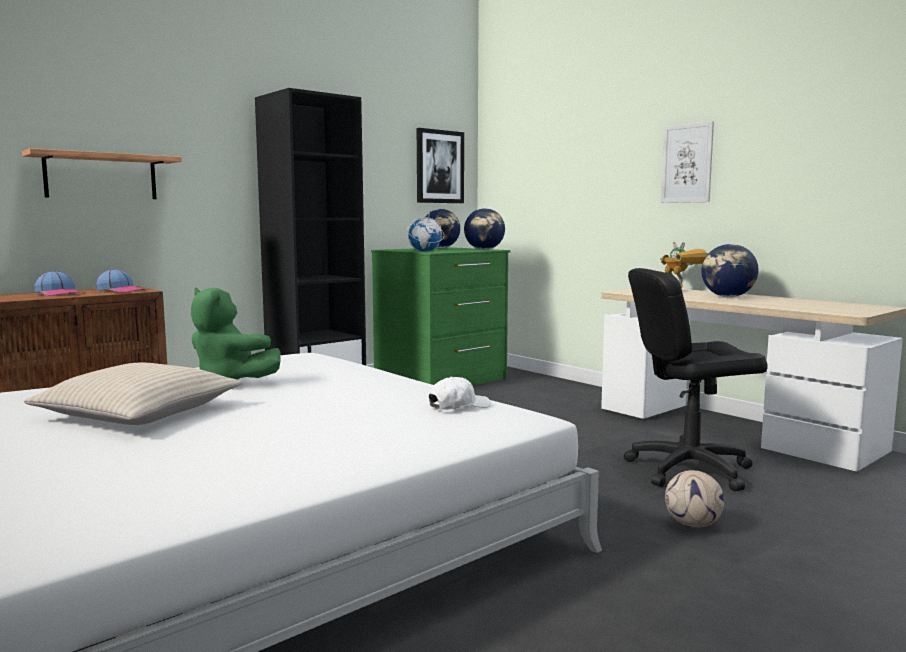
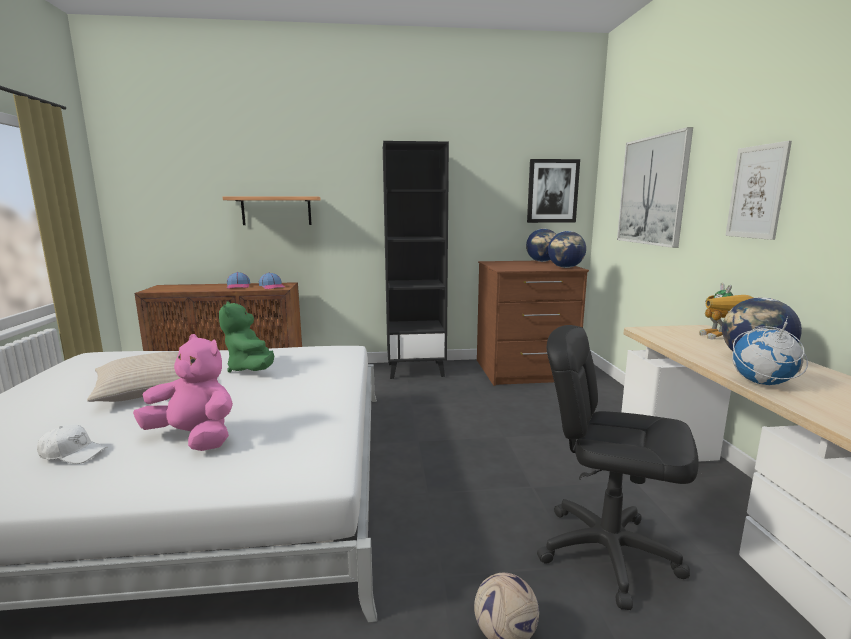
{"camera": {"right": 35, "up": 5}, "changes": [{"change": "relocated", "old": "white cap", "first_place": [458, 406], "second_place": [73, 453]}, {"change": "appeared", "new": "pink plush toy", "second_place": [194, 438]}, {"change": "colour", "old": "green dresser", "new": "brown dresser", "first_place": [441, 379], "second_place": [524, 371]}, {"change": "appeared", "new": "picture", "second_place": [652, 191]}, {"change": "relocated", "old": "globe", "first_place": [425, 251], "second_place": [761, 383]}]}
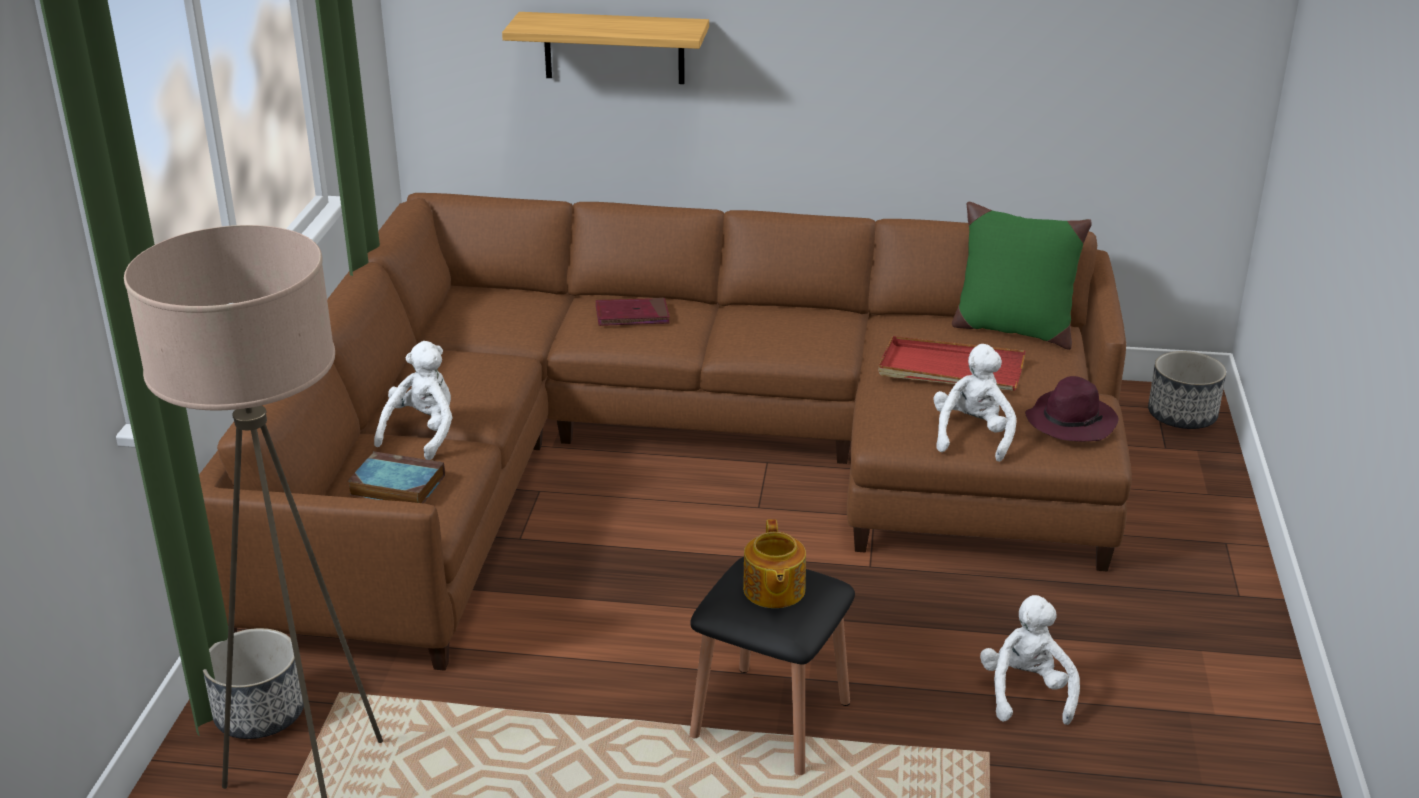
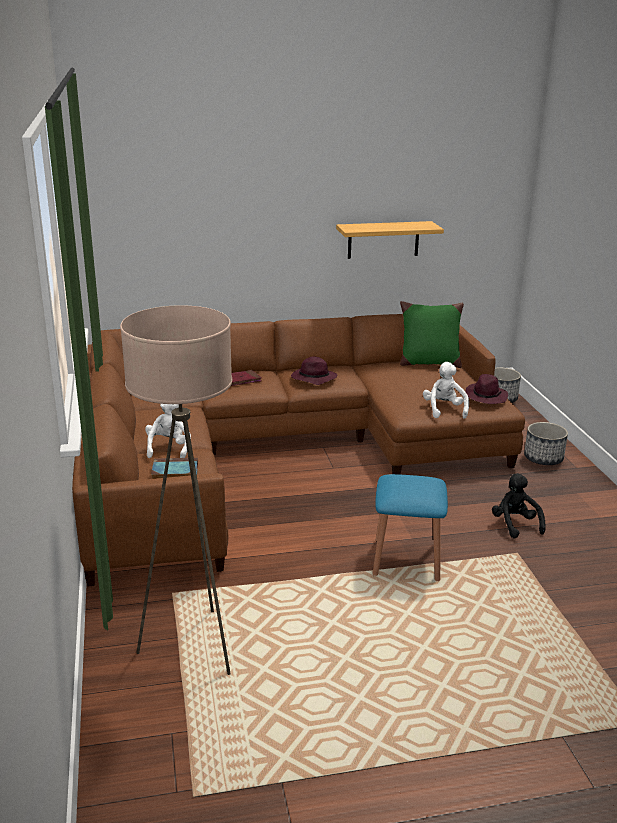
{"camera": {"right": -20, "up": -5}, "changes": [{"change": "appeared", "new": "purple hat", "second_place": [313, 378]}, {"change": "relocated", "old": "shelf", "first_place": [614, 48], "second_place": [383, 239]}, {"change": "colour", "old": "black stool", "new": "blue stool", "first_place": [770, 719], "second_place": [406, 560]}, {"change": "colour", "old": "white plush toy", "new": "black plush toy", "first_place": [1026, 692], "second_place": [515, 524]}, {"change": "relocated", "old": "planter", "first_place": [260, 714], "second_place": [543, 458]}, {"change": "missing", "old": "teapot", "first_place": [773, 590]}, {"change": "missing", "old": "red tray", "first_place": [950, 370]}]}
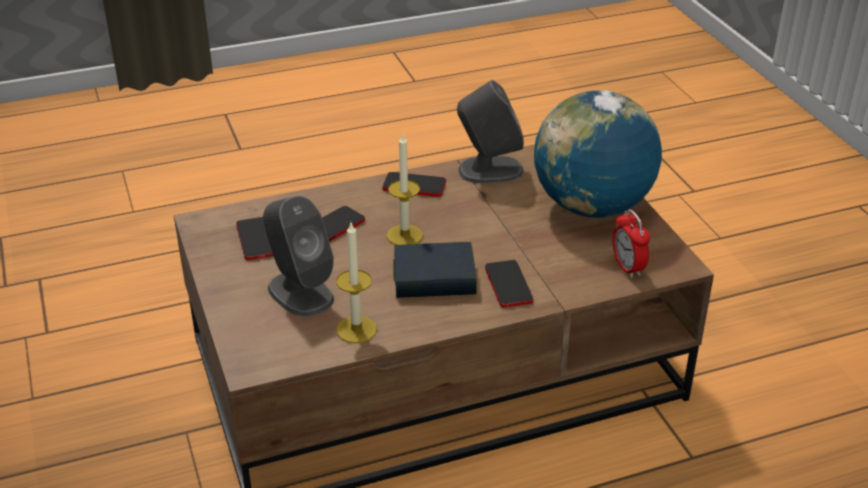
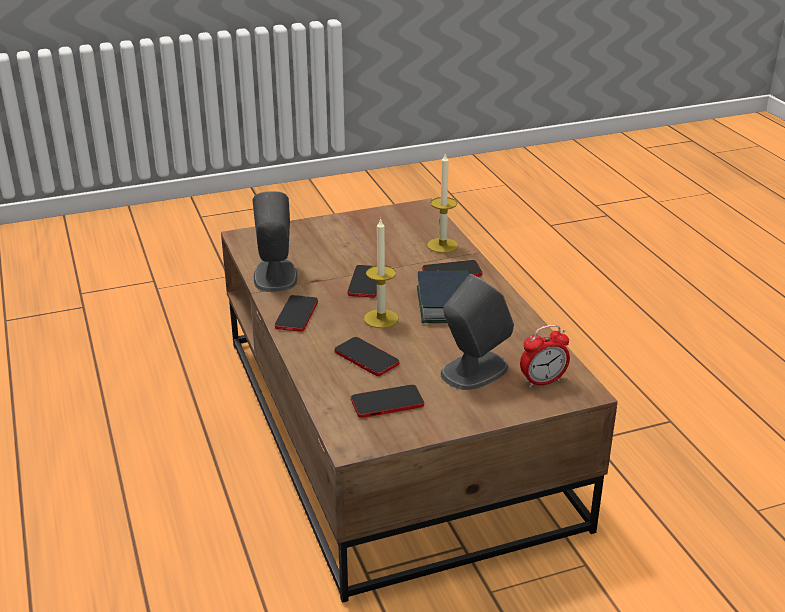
{"camera": {"right": -90, "up": -5}, "changes": [{"change": "appeared", "new": "phone", "second_place": [365, 282]}, {"change": "relocated", "old": "candle", "first_place": [356, 329], "second_place": [442, 245]}, {"change": "relocated", "old": "alarm clock", "first_place": [627, 268], "second_place": [542, 381]}, {"change": "missing", "old": "globe", "first_place": [592, 207]}]}
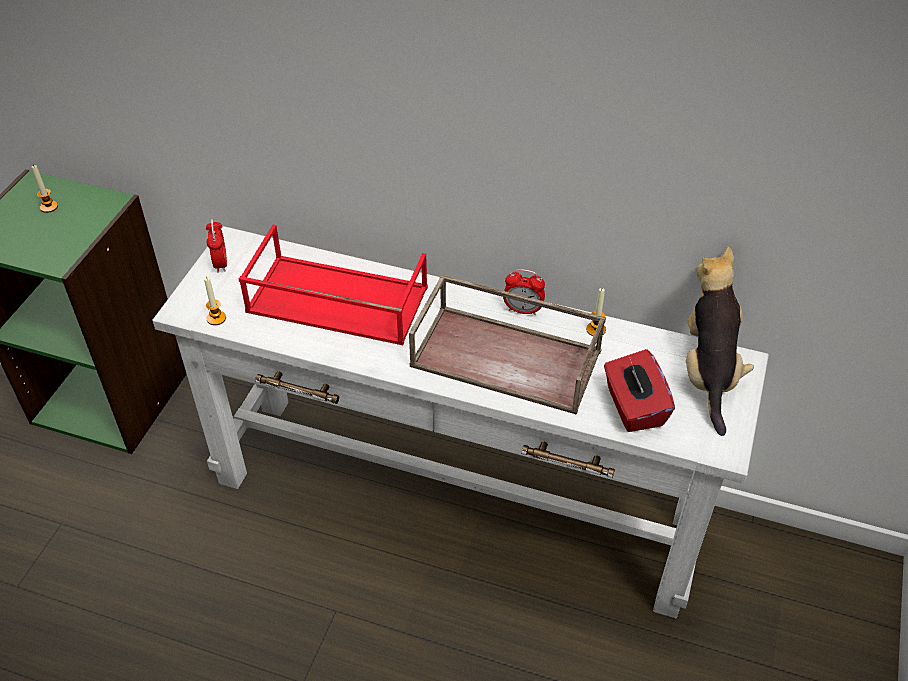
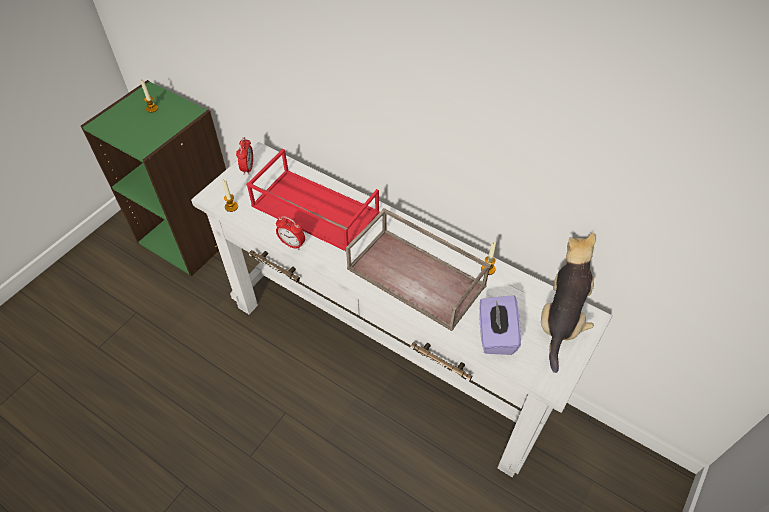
{"camera": {"right": 15, "up": 5}, "changes": [{"change": "relocated", "old": "alarm clock", "first_place": [523, 310], "second_place": [292, 244]}, {"change": "colour", "old": "red tissue box", "new": "purple tissue box", "first_place": [633, 407], "second_place": [495, 335]}]}
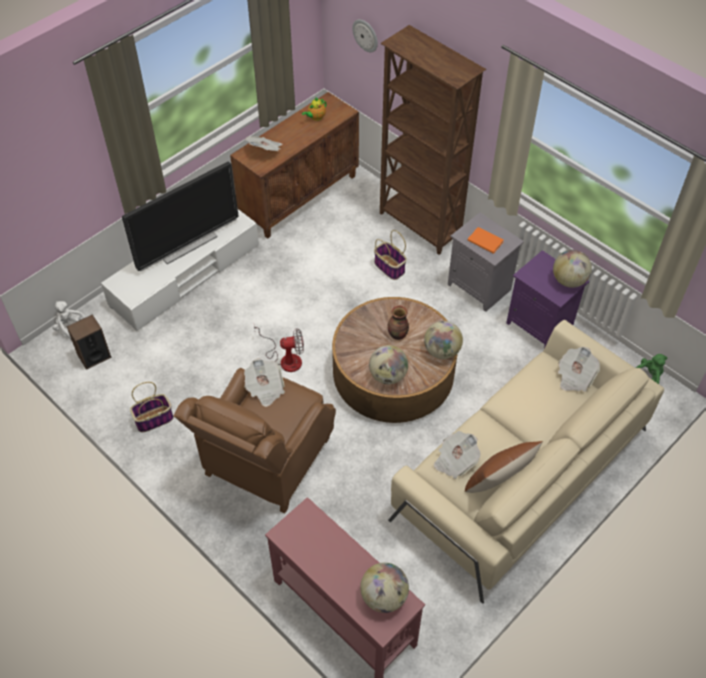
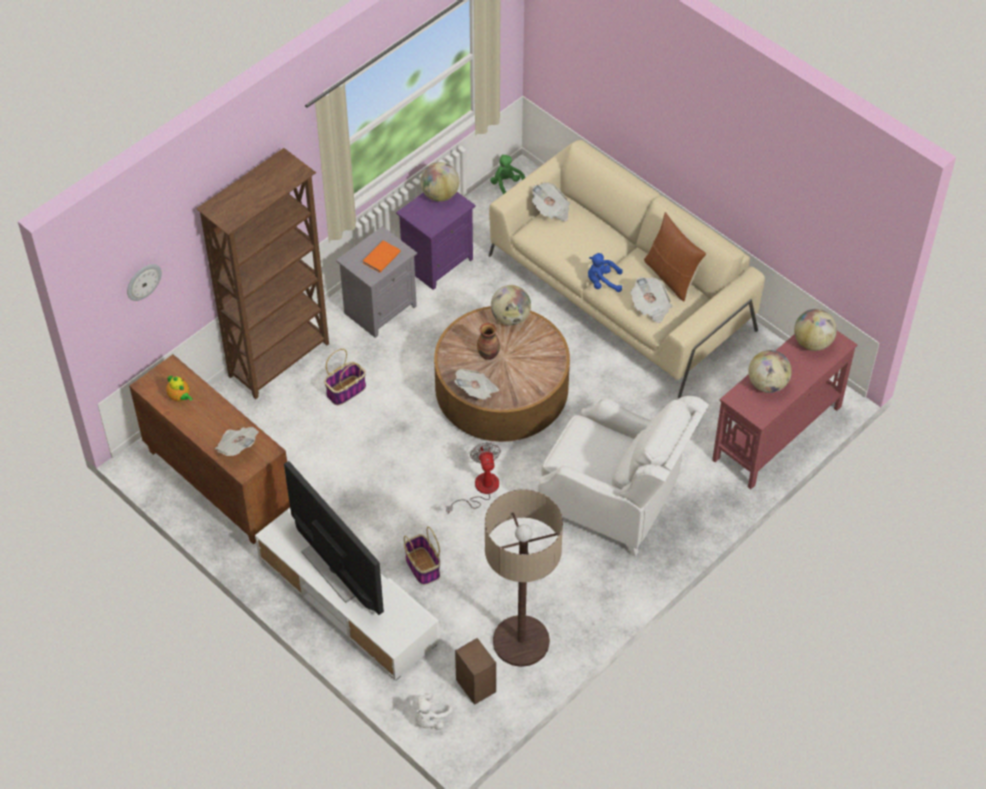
{"camera": {"right": -90, "up": 0}, "changes": [{"change": "relocated", "old": "basket", "first_place": [154, 419], "second_place": [422, 566]}, {"change": "relocated", "old": "newspaper", "first_place": [265, 389], "second_place": [476, 391]}, {"change": "appeared", "new": "floor lamp", "second_place": [521, 641]}, {"change": "colour", "old": "brown armchair", "new": "white armchair", "first_place": [266, 460], "second_place": [615, 501]}, {"change": "appeared", "new": "blue plush toy", "second_place": [602, 282]}, {"change": "relocated", "old": "globe", "first_place": [388, 376], "second_place": [767, 384]}]}
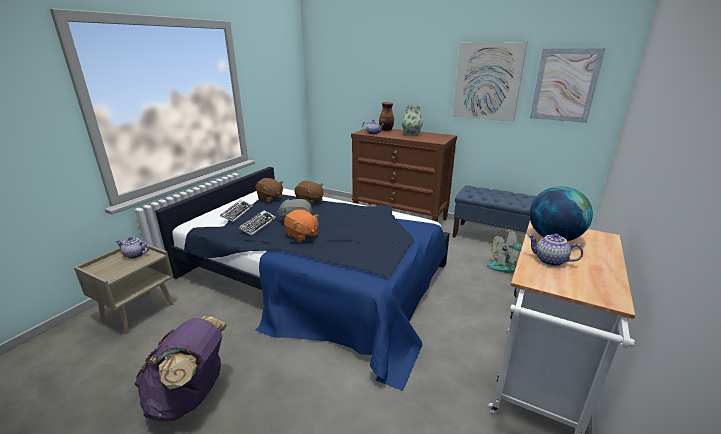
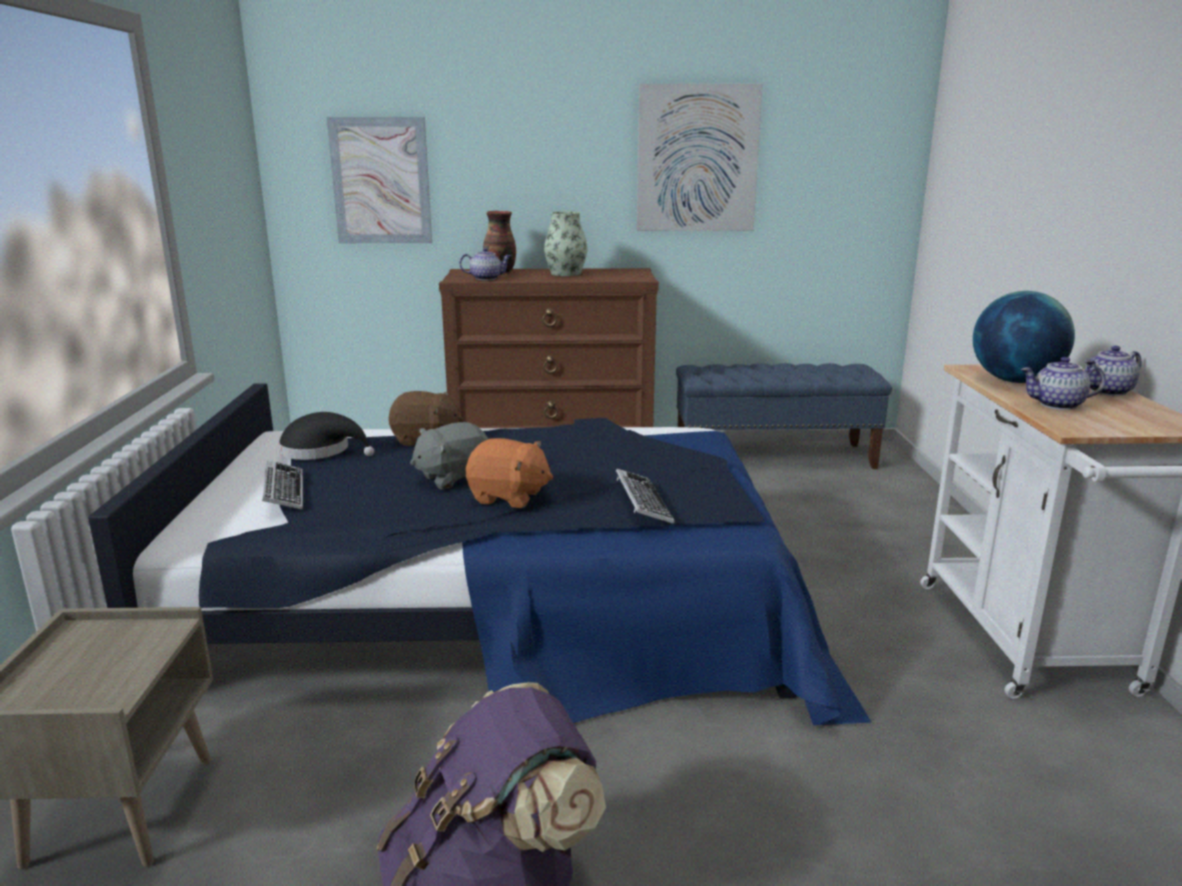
{"camera": {"right": -30, "up": -5}, "changes": [{"change": "exchanged", "old": "brown plush toy", "new": "black hat", "first_place": [270, 198], "second_place": [320, 451]}, {"change": "relocated", "old": "picture", "first_place": [565, 85], "second_place": [381, 181]}, {"change": "relocated", "old": "keyboard", "first_place": [258, 225], "second_place": [642, 503]}, {"change": "relocated", "old": "teapot", "first_place": [134, 255], "second_place": [1108, 392]}, {"change": "missing", "old": "fan", "first_place": [506, 266]}]}
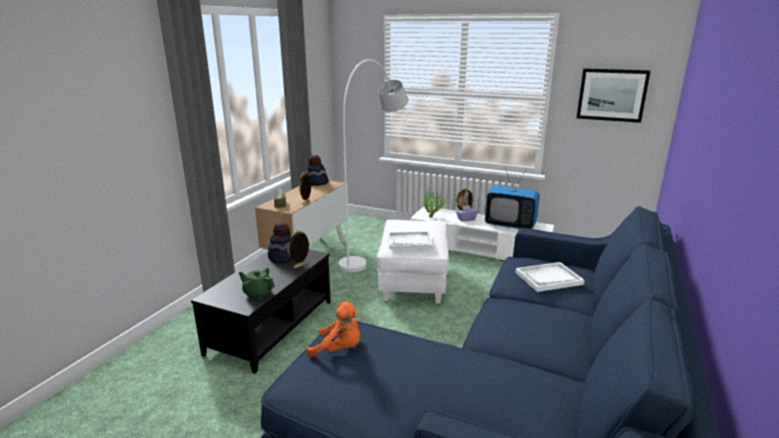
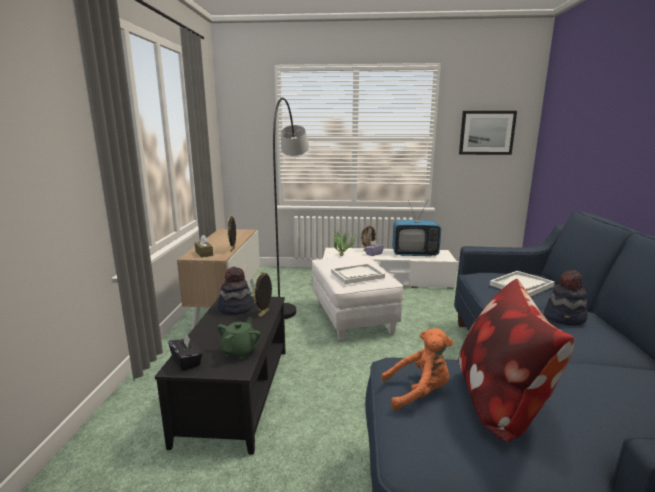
{"camera": {"right": -20, "up": -5}, "changes": [{"change": "appeared", "new": "black tissue box", "second_place": [187, 362]}, {"change": "spun", "old": "green teapot", "first_place": [258, 293], "second_place": [240, 351], "degrees": 105}, {"change": "colour", "old": "white floor lamp", "new": "black floor lamp", "first_place": [376, 246], "second_place": [291, 291]}, {"change": "appeared", "new": "pillow", "second_place": [501, 401]}, {"change": "relocated", "old": "hat", "first_place": [316, 183], "second_place": [565, 318]}]}
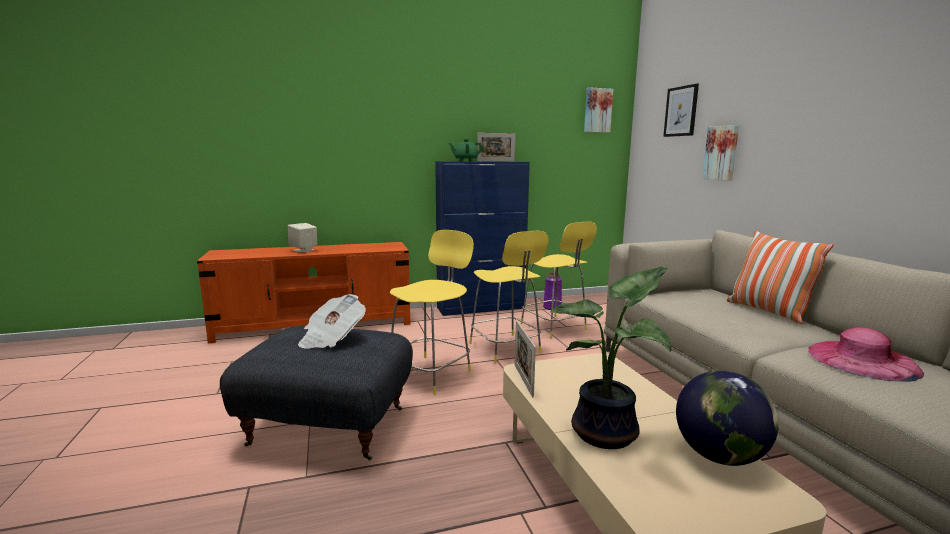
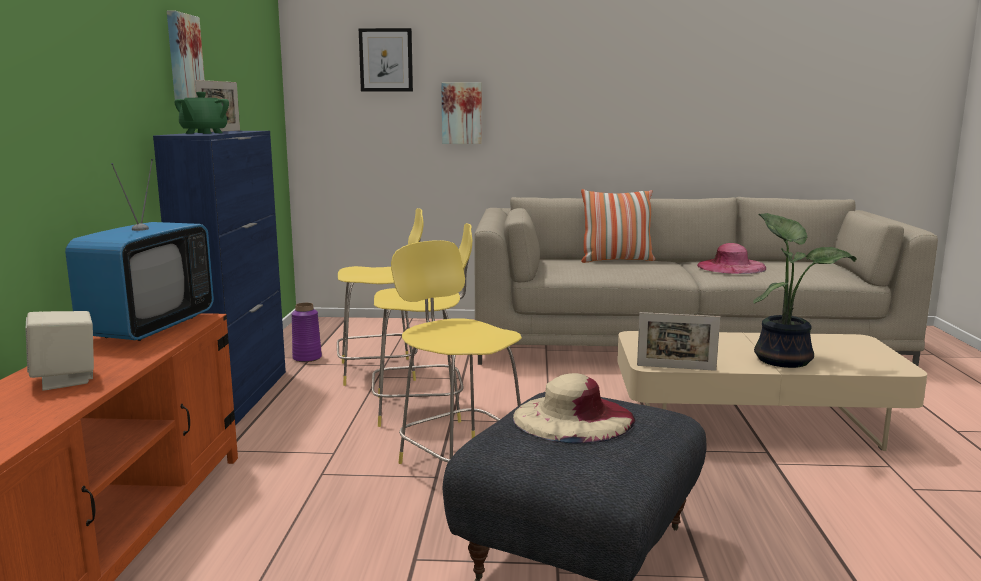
{"camera": {"right": -70, "up": 0}, "changes": [{"change": "appeared", "new": "television", "second_place": [150, 327]}, {"change": "relocated", "old": "picture", "first_place": [597, 110], "second_place": [183, 58]}, {"change": "exchanged", "old": "newspaper", "new": "beige hat", "first_place": [332, 338], "second_place": [573, 417]}, {"change": "missing", "old": "globe", "first_place": [720, 456]}]}
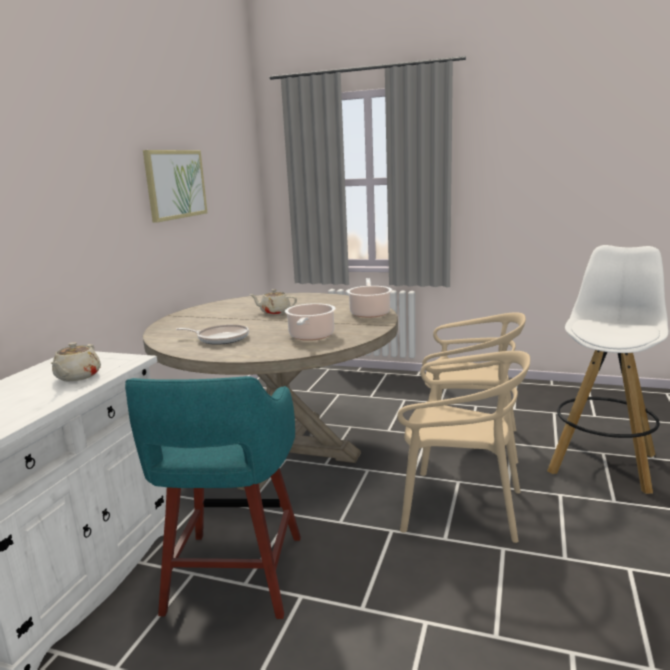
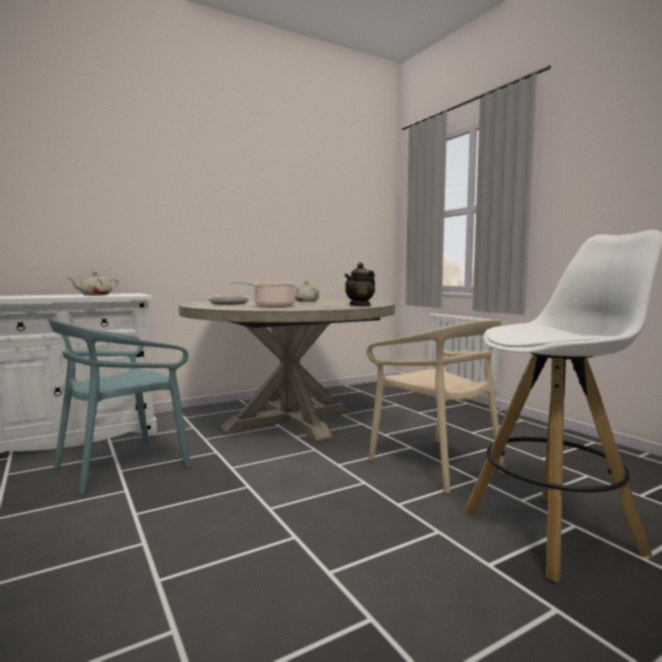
{"camera": {"right": 40, "up": -10}, "changes": [{"change": "exchanged", "old": "turquoise stool", "new": "turquoise chair", "first_place": [233, 577], "second_place": [123, 465]}, {"change": "exchanged", "old": "cooking pot", "new": "teapot", "first_place": [370, 313], "second_place": [360, 305]}, {"change": "missing", "old": "picture", "first_place": [175, 184]}, {"change": "missing", "old": "beige chair", "first_place": [461, 507]}]}
